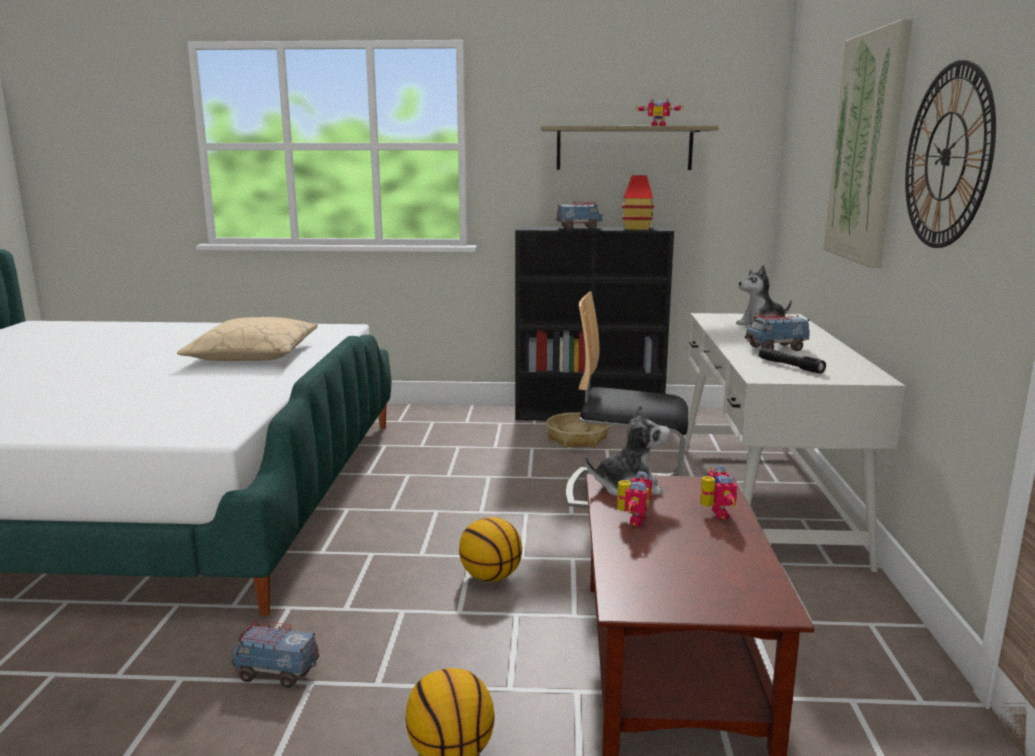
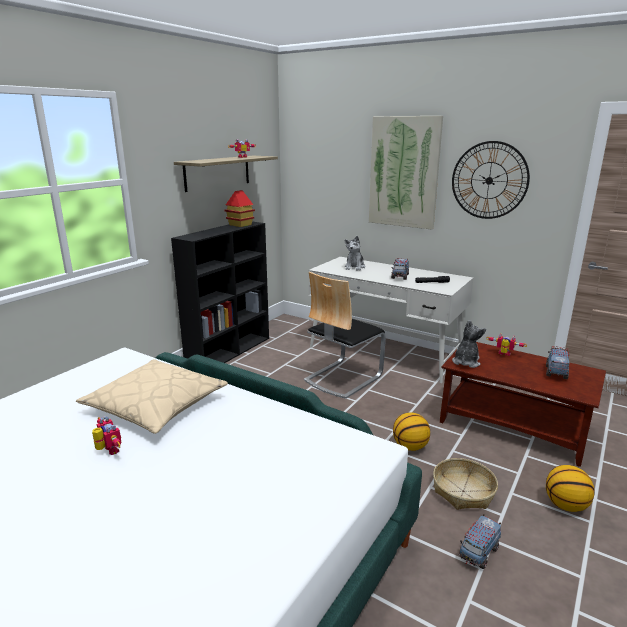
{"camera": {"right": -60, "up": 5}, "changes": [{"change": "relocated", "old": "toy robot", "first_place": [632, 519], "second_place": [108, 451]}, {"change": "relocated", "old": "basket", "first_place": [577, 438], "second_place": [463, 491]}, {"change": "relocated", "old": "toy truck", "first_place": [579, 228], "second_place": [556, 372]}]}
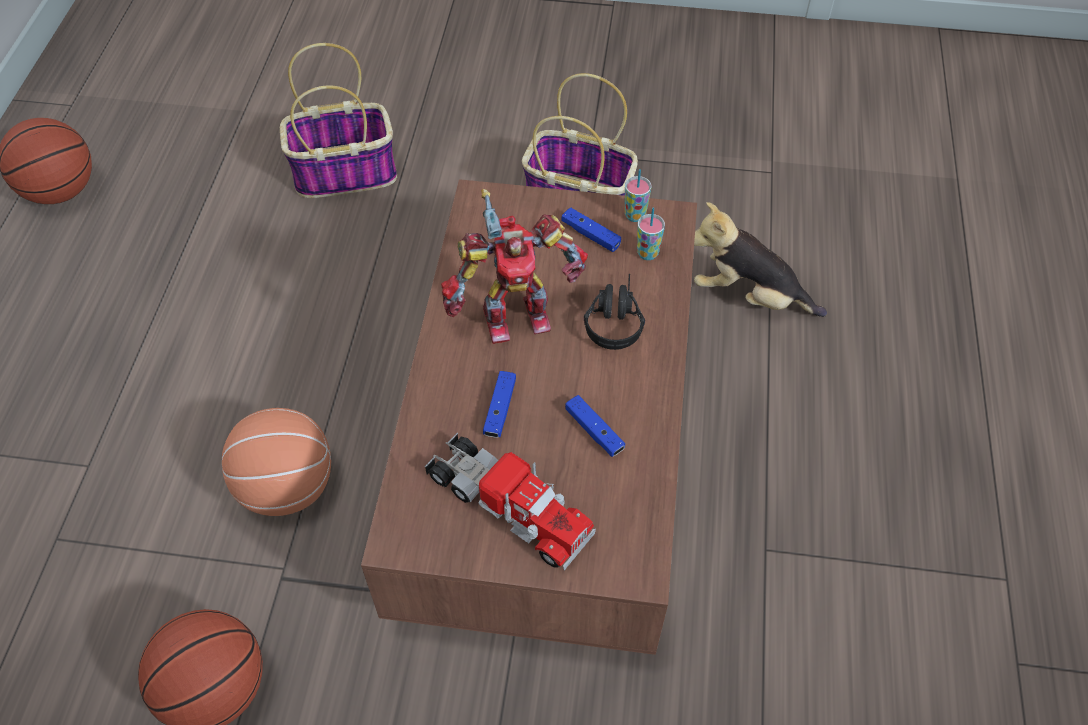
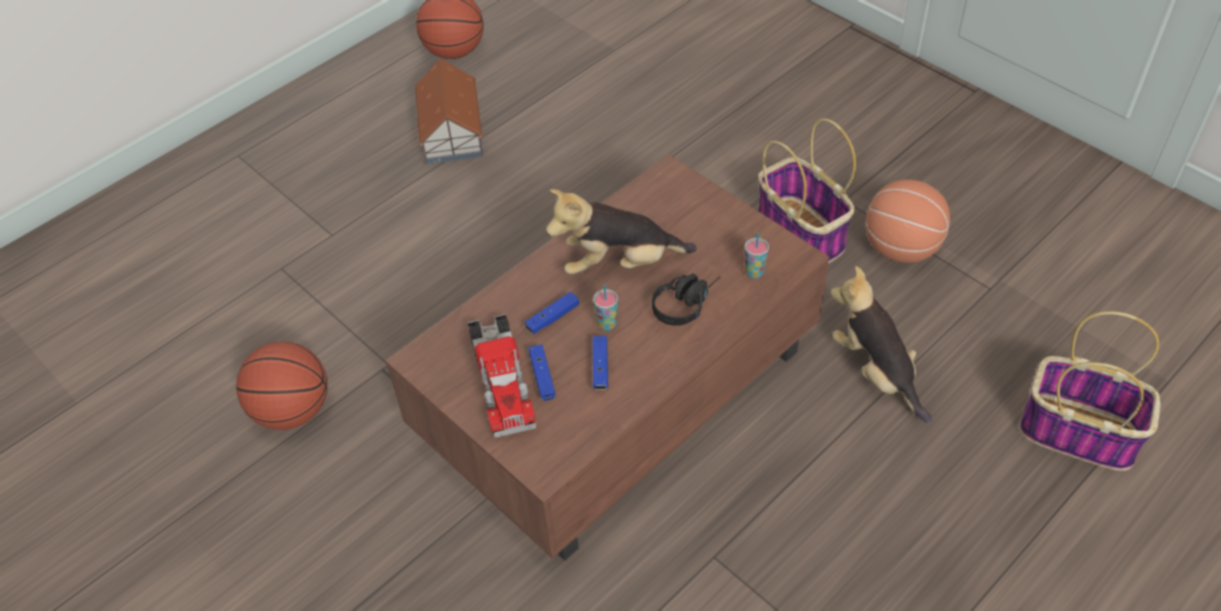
{"camera": {"right": 40, "up": -5}, "changes": [{"change": "appeared", "new": "toy house", "second_place": [452, 130]}, {"change": "relocated", "old": "blue game controller", "first_place": [590, 235], "second_place": [542, 376]}, {"change": "exchanged", "old": "toy robot", "new": "plush toy", "first_place": [514, 315], "second_place": [619, 263]}, {"change": "relocated", "old": "cup", "first_place": [635, 215], "second_place": [607, 324]}, {"change": "relocated", "old": "basketball", "first_place": [286, 486], "second_place": [900, 248]}, {"change": "relocated", "old": "basket", "first_place": [346, 173], "second_place": [1080, 433]}]}
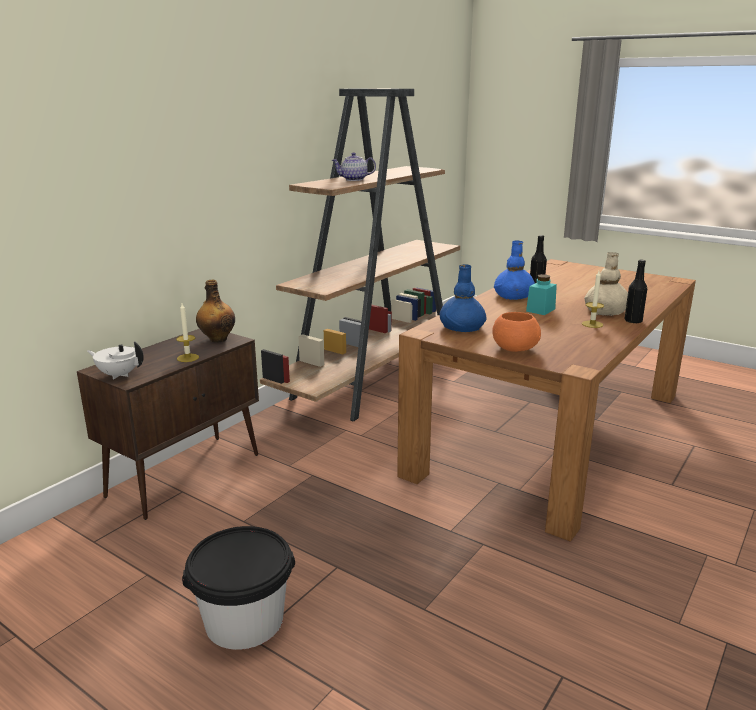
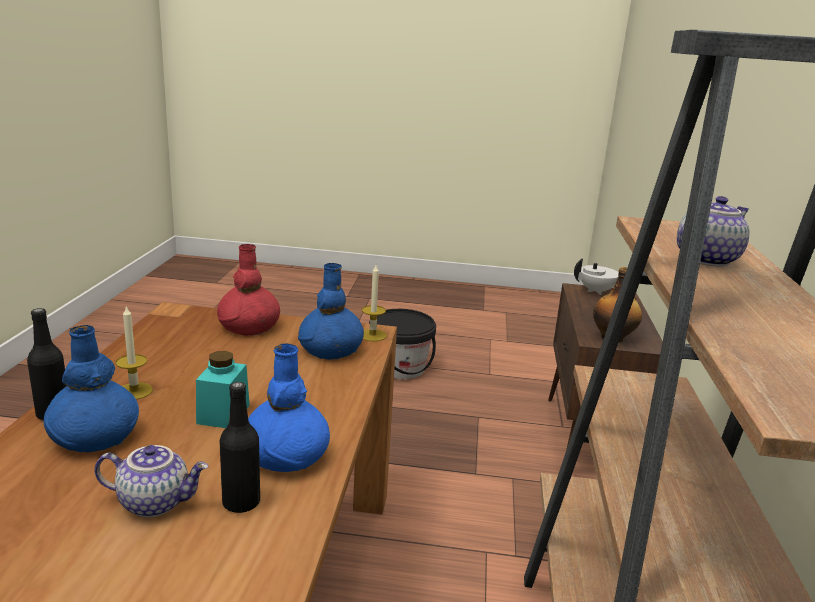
{"camera": {"right": 150, "up": 0}, "changes": [{"change": "colour", "old": "beige vase", "new": "blue vase", "first_place": [605, 311], "second_place": [94, 436]}, {"change": "appeared", "new": "teapot", "second_place": [155, 502]}, {"change": "exchanged", "old": "orange bowl", "new": "red vase", "first_place": [514, 348], "second_place": [249, 326]}, {"change": "relocated", "old": "candle", "first_place": [188, 358], "second_place": [372, 335]}]}
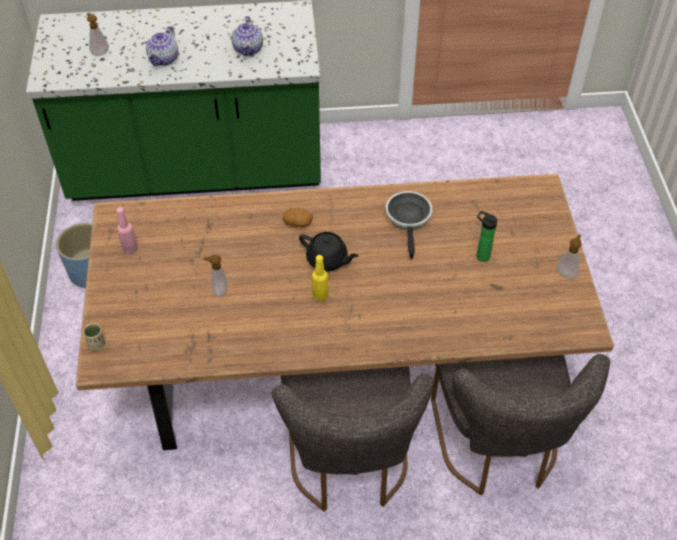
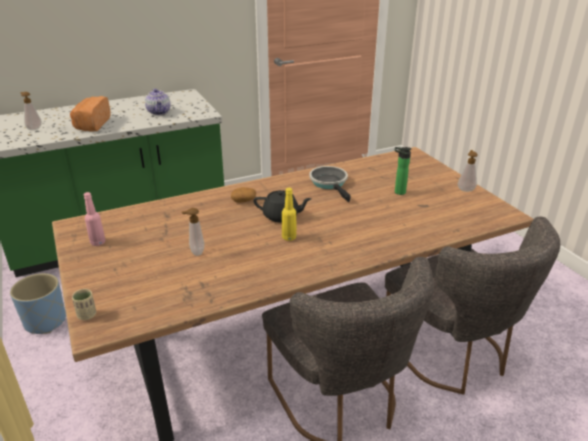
{"camera": {"right": -20, "up": -20}, "changes": [{"change": "exchanged", "old": "teapot", "new": "bread", "first_place": [164, 59], "second_place": [92, 124]}]}
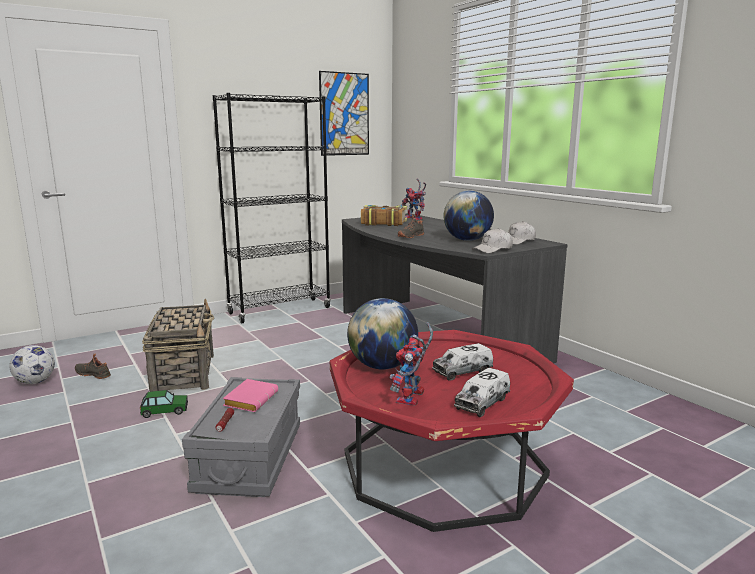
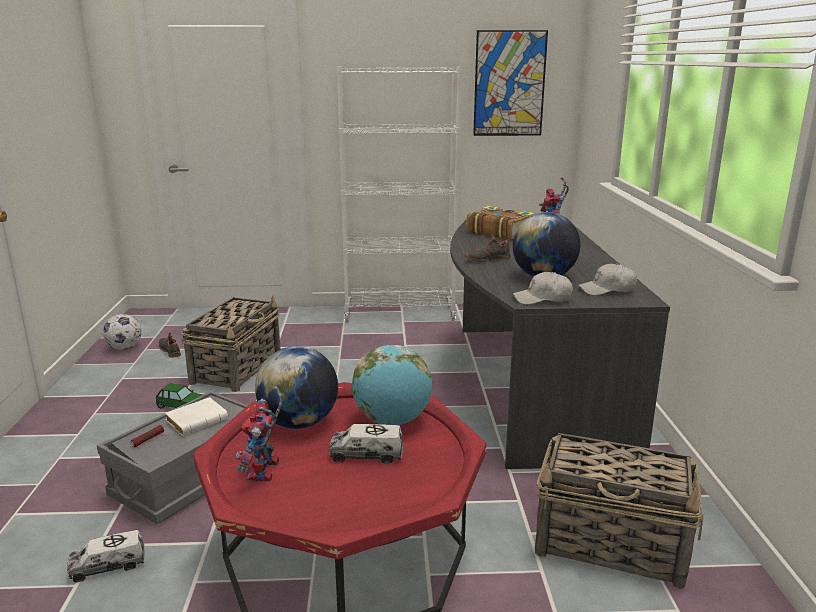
{"camera": {"right": 30, "up": 5}, "changes": [{"change": "relocated", "old": "toy truck", "first_place": [482, 403], "second_place": [108, 565]}, {"change": "colour", "old": "pink book", "new": "white book", "first_place": [250, 399], "second_place": [198, 420]}, {"change": "spun", "old": "toy robot", "first_place": [412, 399], "second_place": [265, 473], "degrees": -45}, {"change": "colour", "old": "black bookcase", "new": "white bookcase", "first_place": [280, 310], "second_place": [399, 314]}, {"change": "appeared", "new": "globe", "second_place": [392, 421]}, {"change": "appeared", "new": "basket", "second_place": [612, 544]}]}
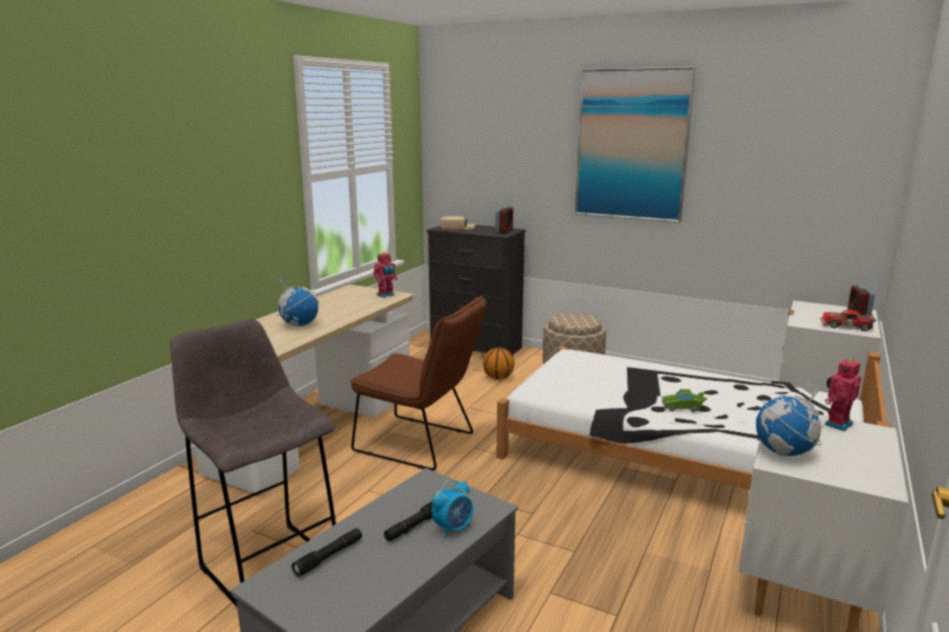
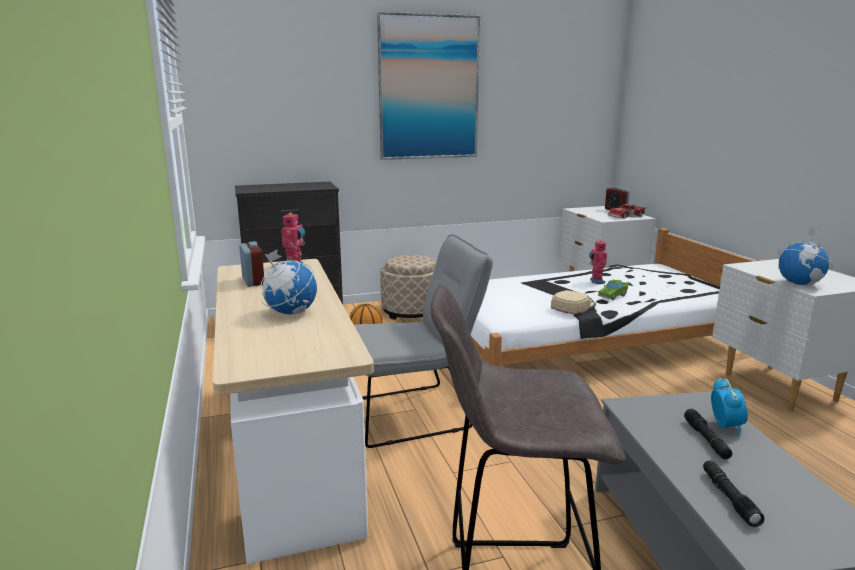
{"camera": {"right": -45, "up": 0}, "changes": [{"change": "relocated", "old": "alarm clock", "first_place": [504, 231], "second_place": [253, 281]}, {"change": "colour", "old": "brown chair", "new": "grey chair", "first_place": [421, 444], "second_place": [415, 413]}, {"change": "relocated", "old": "beige cap", "first_place": [457, 227], "second_place": [573, 306]}, {"change": "relocated", "old": "toy robot", "first_place": [836, 424], "second_place": [595, 281]}]}
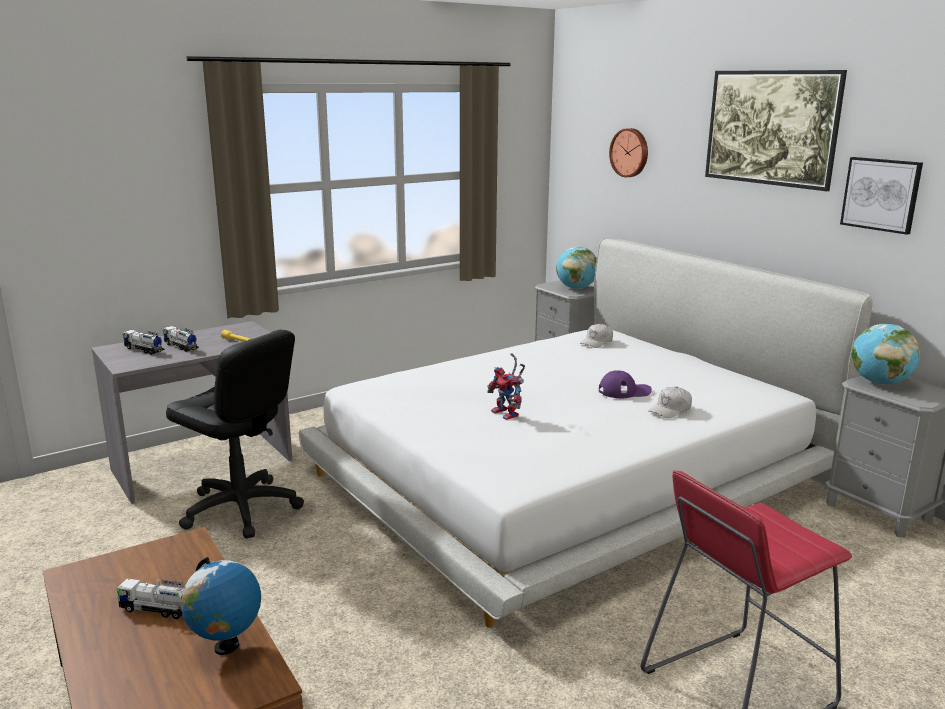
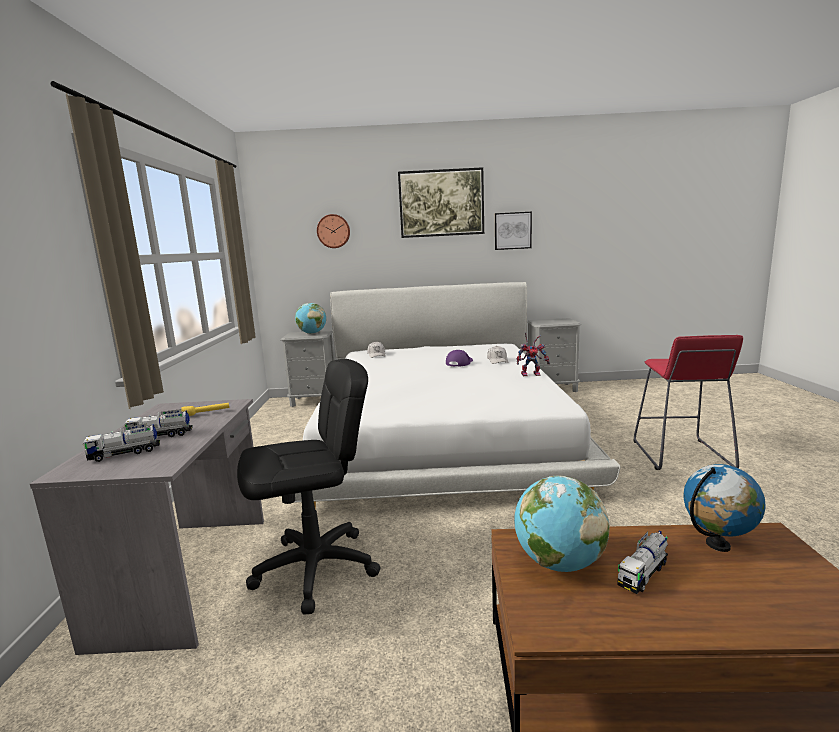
{"camera": {"right": -55, "up": -5}, "changes": [{"change": "relocated", "old": "globe", "first_place": [879, 383], "second_place": [559, 563]}, {"change": "relocated", "old": "toy robot", "first_place": [508, 414], "second_place": [532, 374]}]}
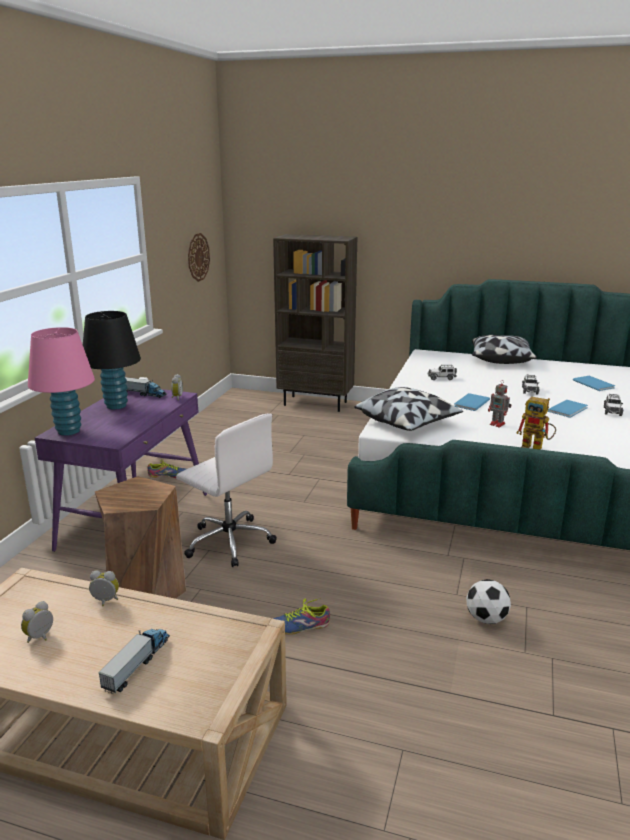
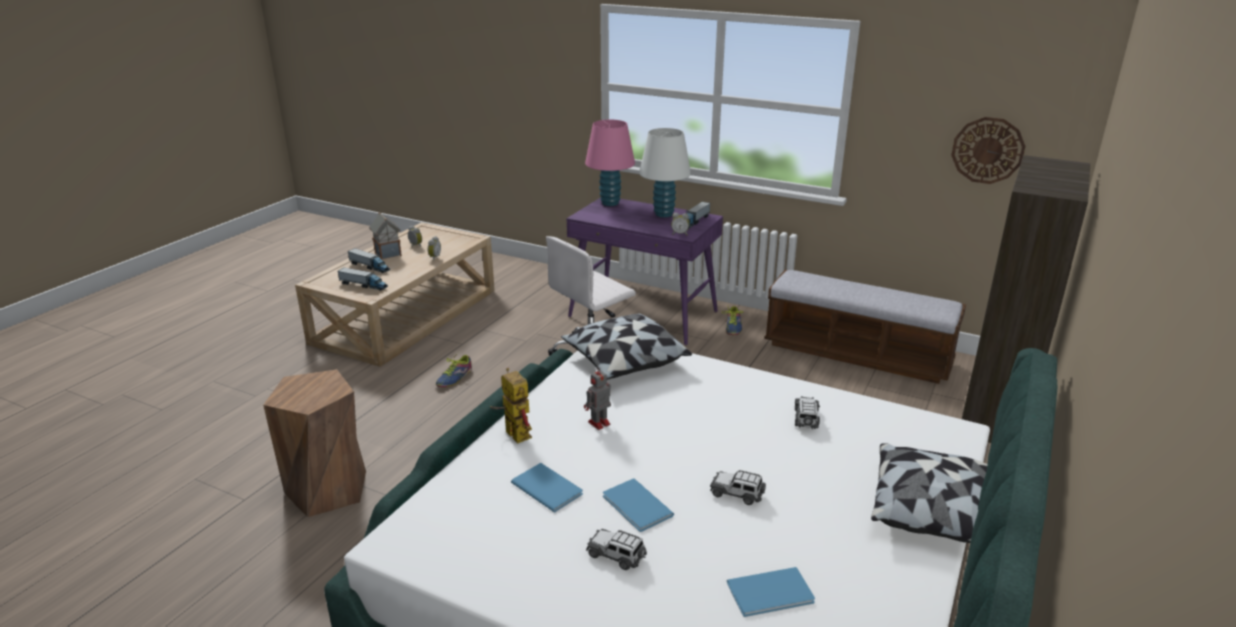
{"camera": {"right": 100, "up": 5}, "changes": [{"change": "relocated", "old": "brown stool", "first_place": [146, 591], "second_place": [328, 489]}, {"change": "appeared", "new": "toy truck", "second_place": [363, 285]}, {"change": "appeared", "new": "toy house", "second_place": [387, 254]}, {"change": "spun", "old": "shoe", "first_place": [300, 626], "second_place": [455, 378], "degrees": -150}, {"change": "spun", "old": "toy robot", "first_place": [536, 447], "second_place": [513, 432], "degrees": 105}, {"change": "relocated", "old": "blue book", "first_place": [470, 403], "second_place": [547, 487]}, {"change": "colour", "old": "black table lamp", "new": "white table lamp", "first_place": [116, 406], "second_place": [663, 214]}, {"change": "appeared", "new": "bench", "second_place": [857, 354]}, {"change": "missing", "old": "football", "first_place": [486, 619]}]}
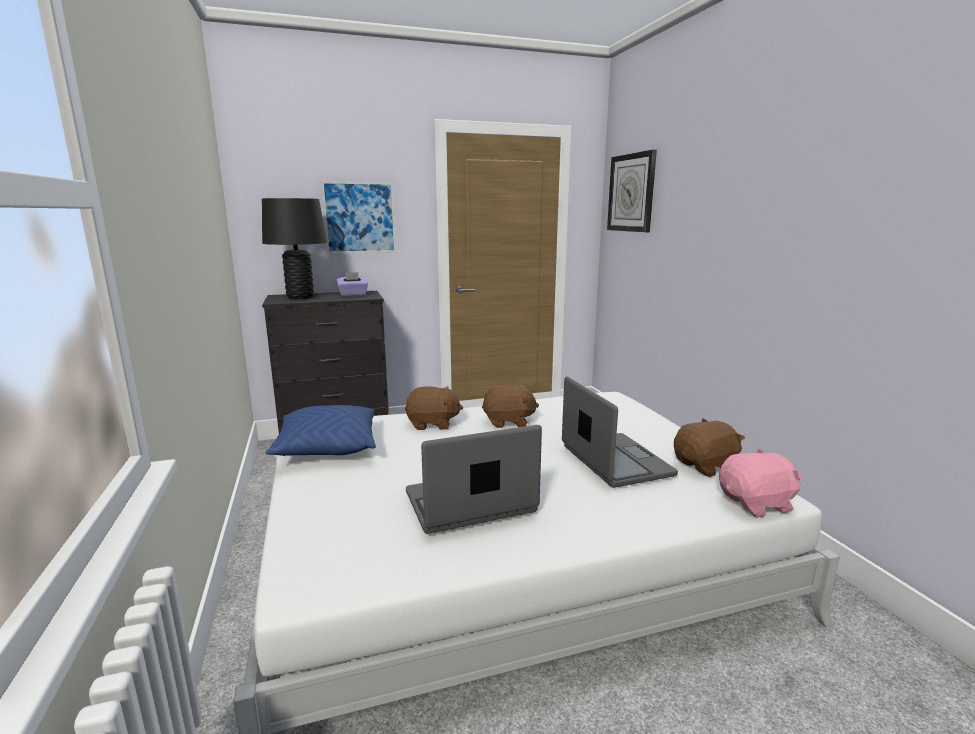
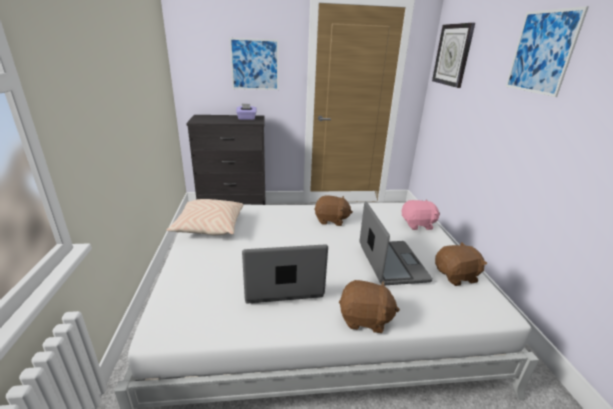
{"camera": {"right": 10, "up": 10}, "changes": [{"change": "colour", "old": "blue pillow", "new": "beige pillow", "first_place": [327, 447], "second_place": [209, 227]}, {"change": "relocated", "old": "brown plush toy", "first_place": [432, 424], "second_place": [365, 319]}, {"change": "relocated", "old": "pink plush toy", "first_place": [756, 504], "second_place": [418, 224]}, {"change": "appeared", "new": "picture", "second_place": [541, 52]}, {"change": "missing", "old": "black table lamp", "first_place": [300, 297]}]}
